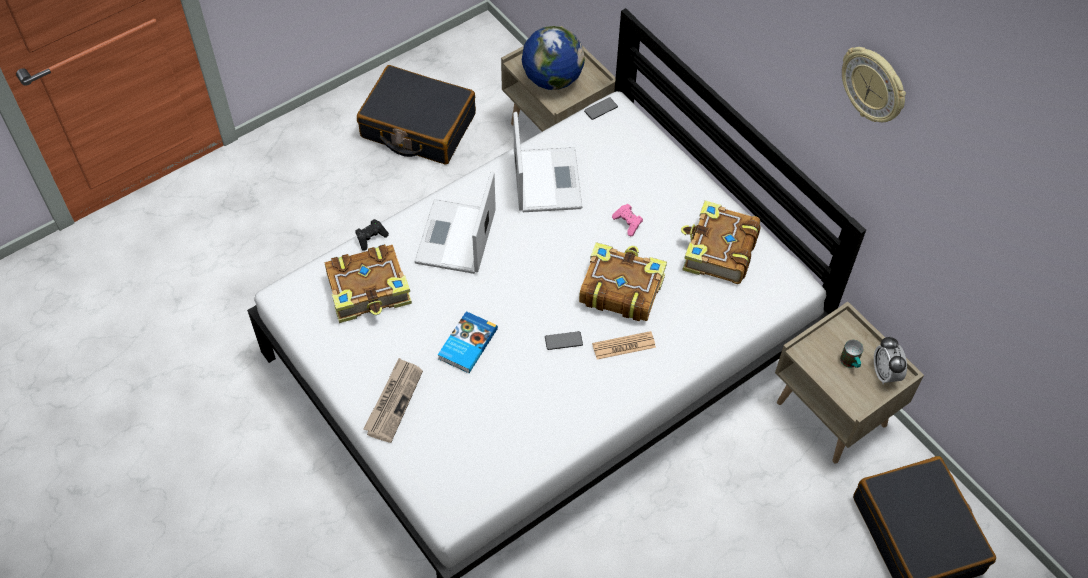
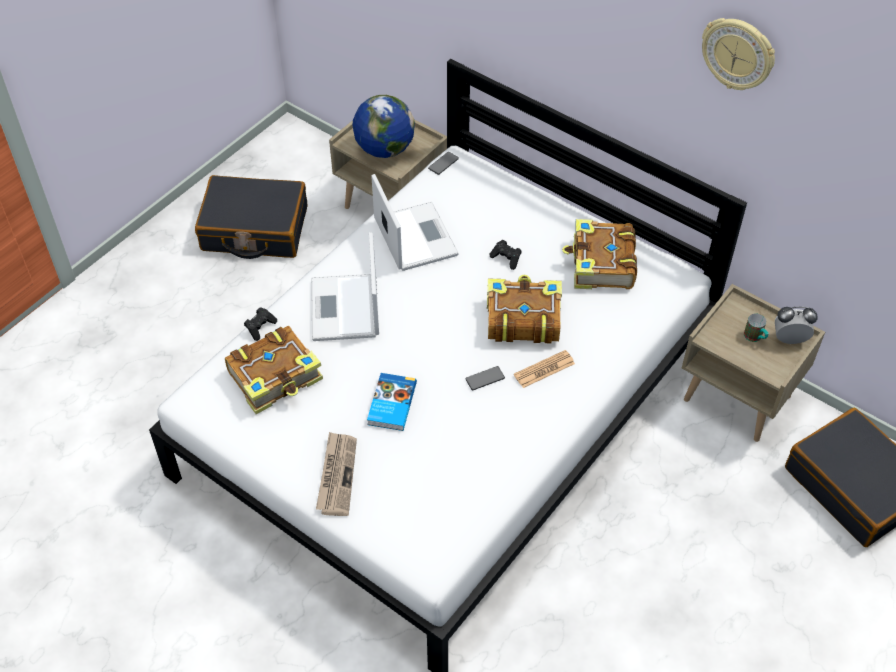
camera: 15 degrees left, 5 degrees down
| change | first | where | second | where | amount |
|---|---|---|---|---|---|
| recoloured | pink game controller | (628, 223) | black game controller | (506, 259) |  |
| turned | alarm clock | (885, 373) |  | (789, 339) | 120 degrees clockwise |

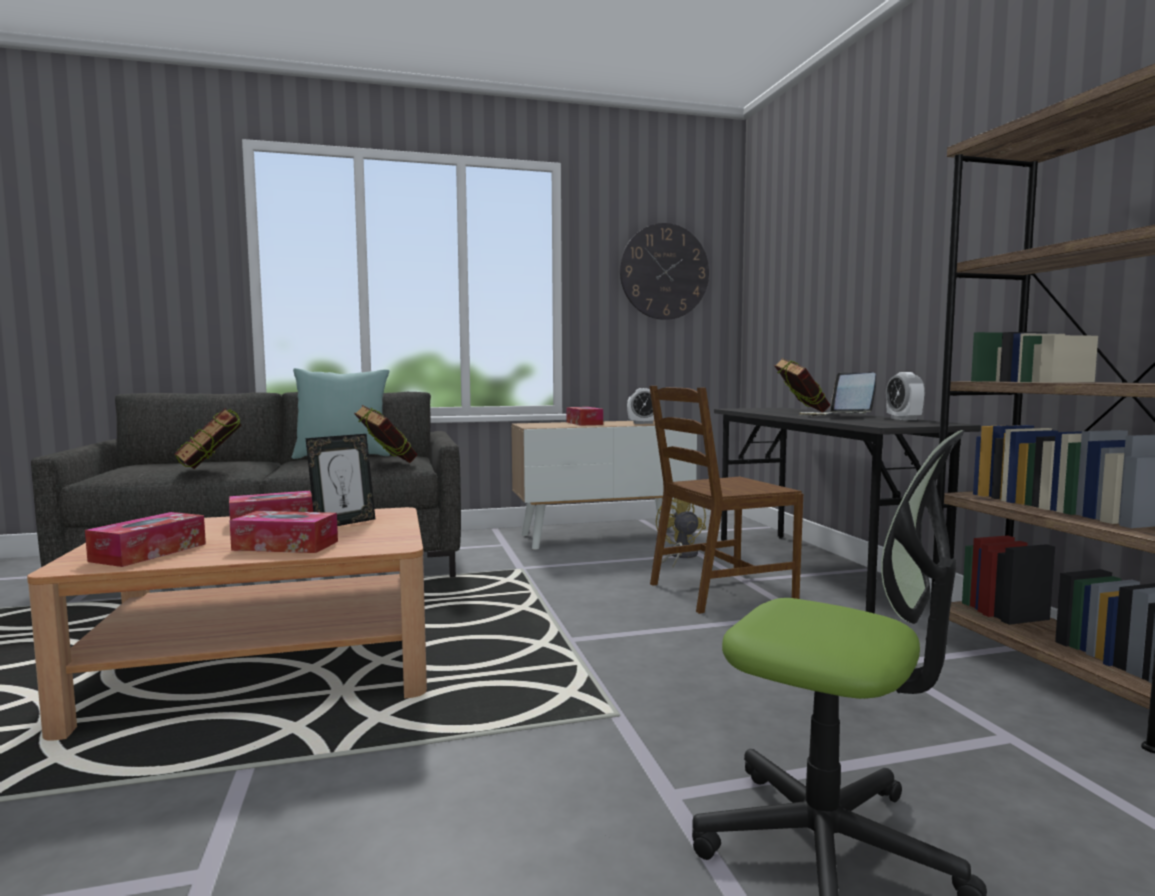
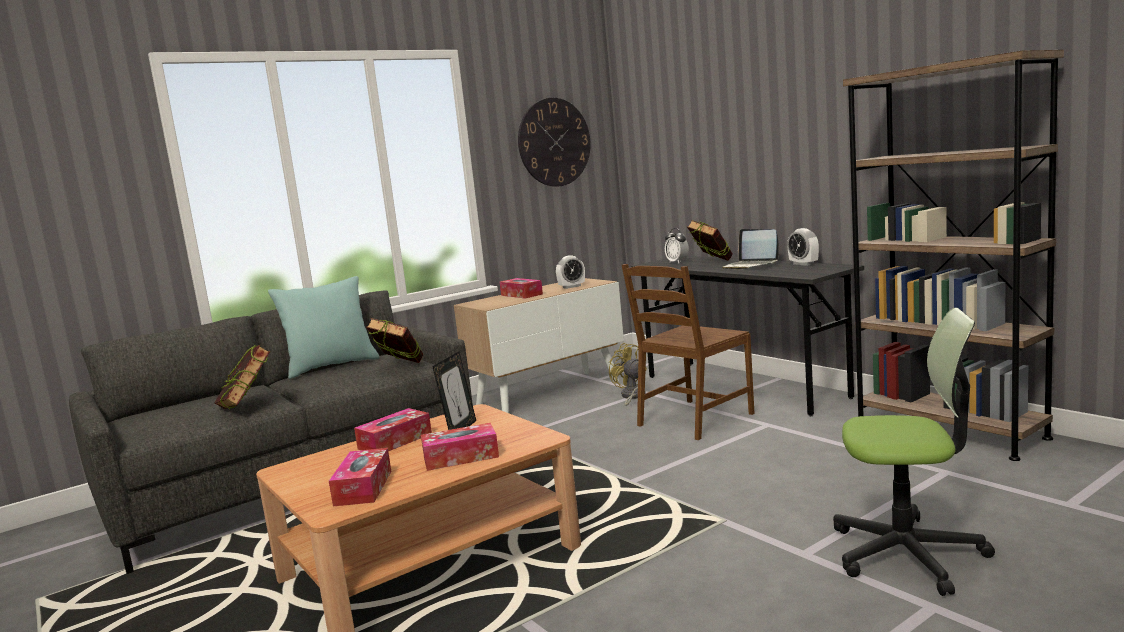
camera: 20 degrees left, 5 degrees up
| change | first | where | second | where | amount |
|---|---|---|---|---|---|
| added |  |  | alarm clock | (677, 262) |  |

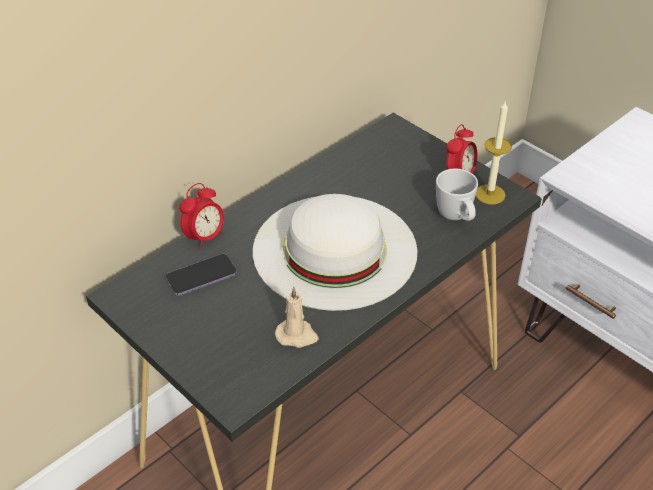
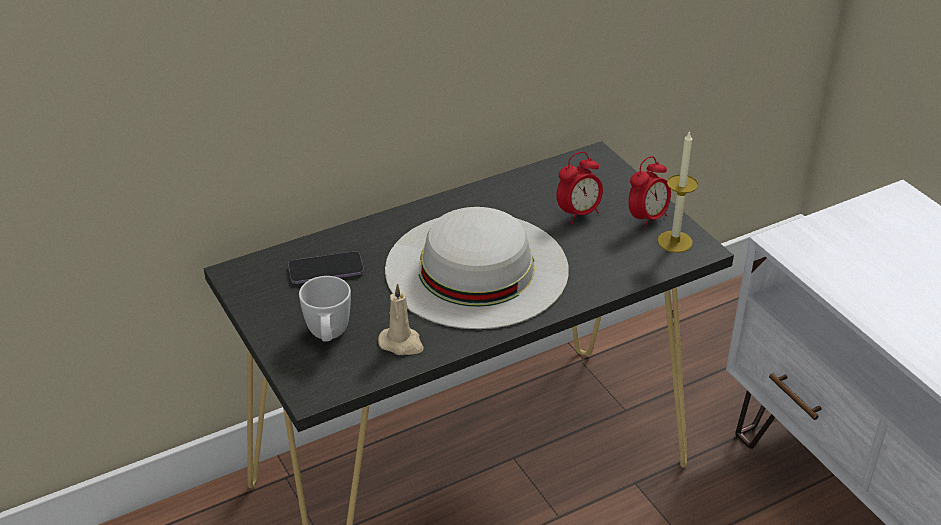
camera: 15 degrees right, 5 degrees down
| change | first | where | second | where | amount |
|---|---|---|---|---|---|
| moved | alarm clock | (205, 237) |  | (578, 213) |  |
| moved | white mug | (456, 218) |  | (328, 337) |  |

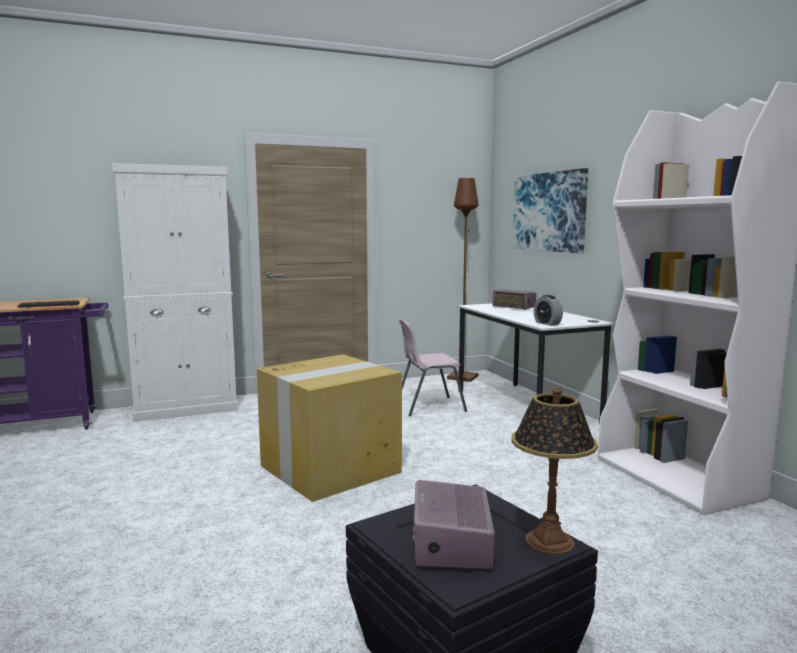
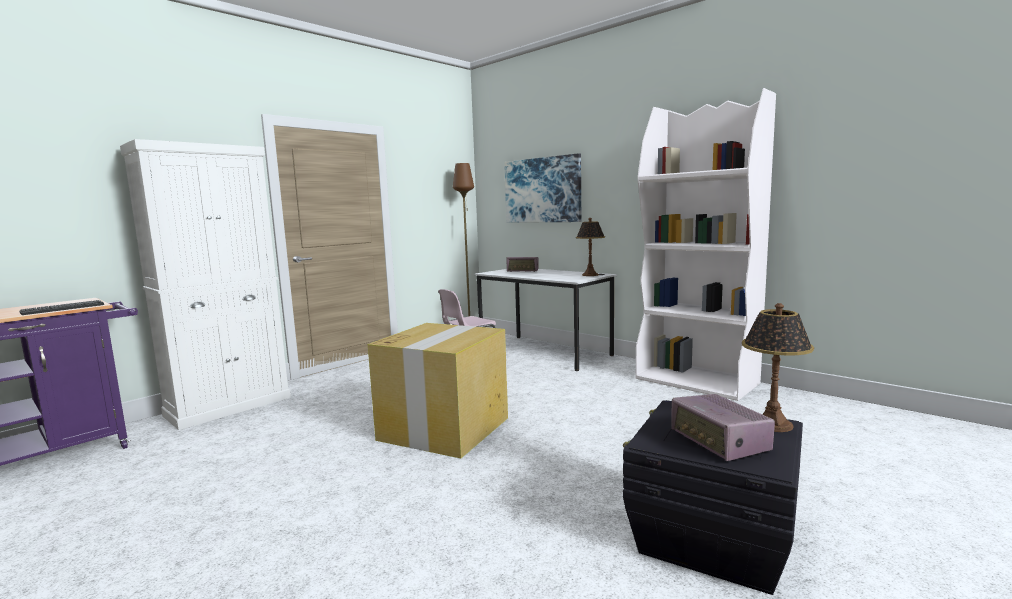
camera: 25 degrees left, 0 degrees up
| change | first | where | second | where | amount |
|---|---|---|---|---|---|
| removed | alarm clock | (547, 323) |  |  |  |
| added |  |  | table lamp | (590, 275) |  |

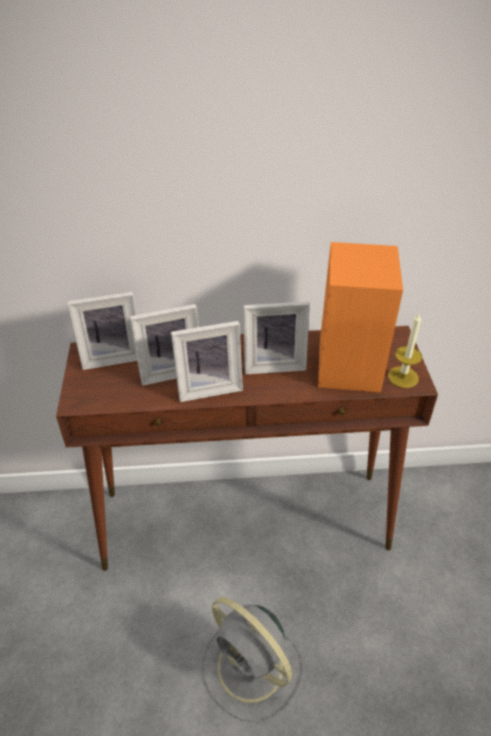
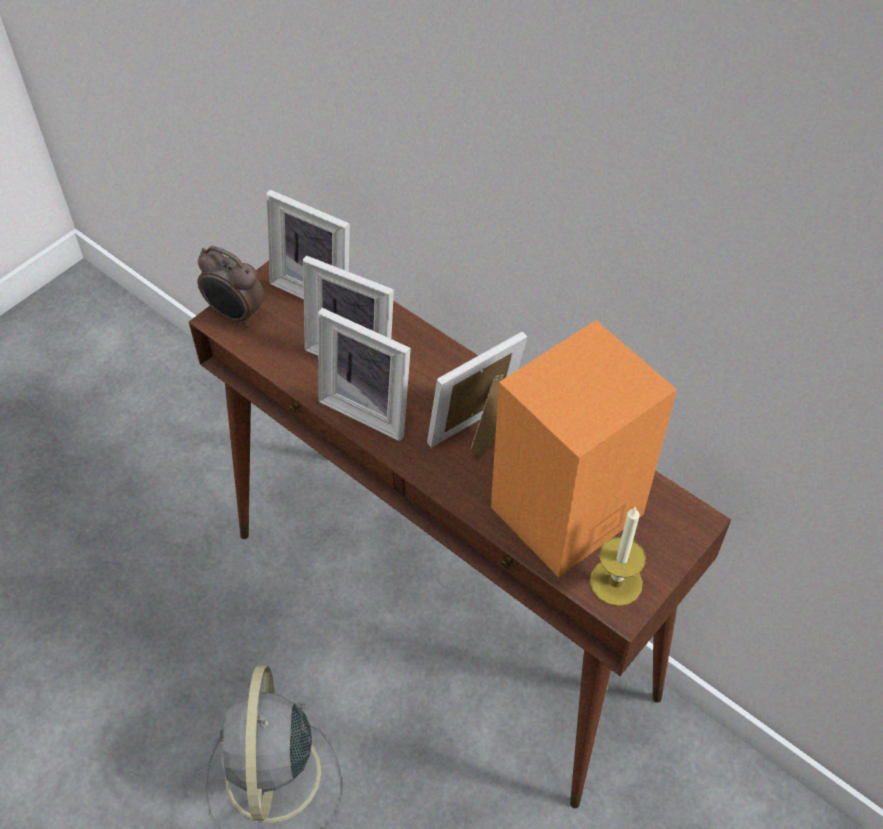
camera: 45 degrees right, 10 degrees up
| change | first | where | second | where | amount |
|---|---|---|---|---|---|
| turned | picture frame | (274, 363) |  | (479, 434) | 105 degrees clockwise |
| added |  |  | alarm clock | (235, 315) |  |

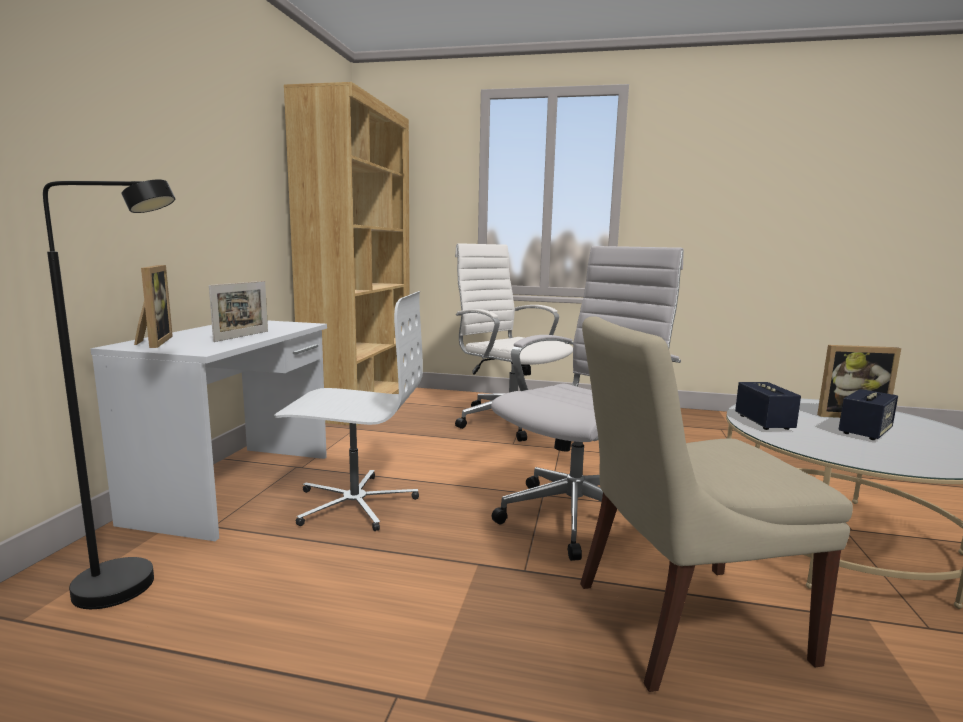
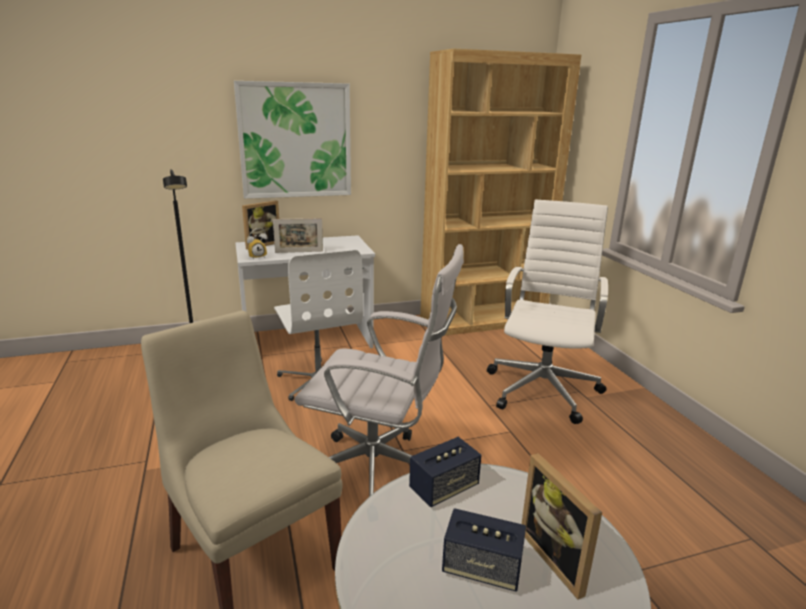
camera: 60 degrees right, 10 degrees up
| change | first | where | second | where | amount |
|---|---|---|---|---|---|
| added |  |  | picture | (295, 141) |  |
| added |  |  | alarm clock | (257, 257) |  |

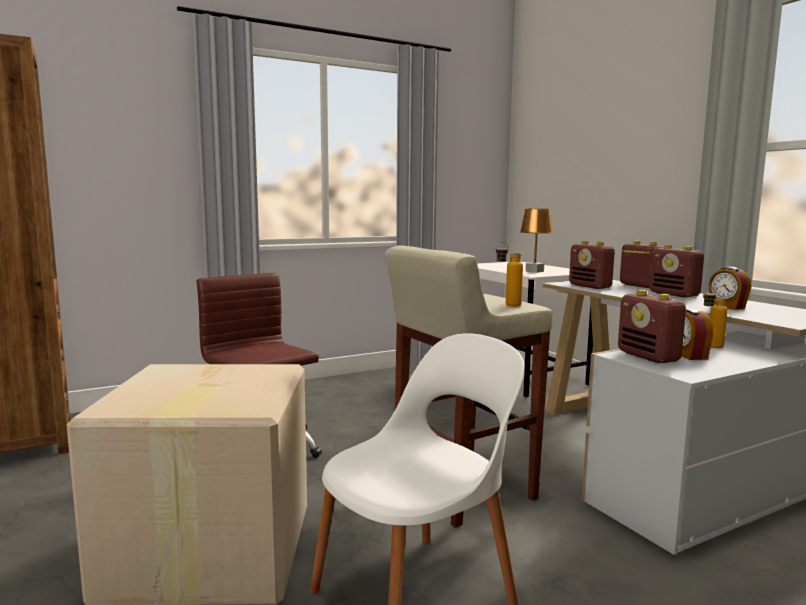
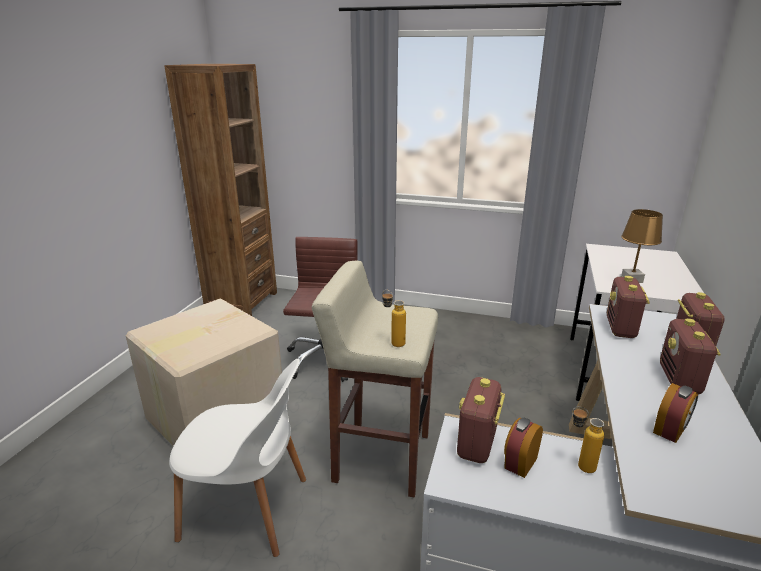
camera: 45 degrees right, 15 degrees up
| change | first | where | second | where | amount |
|---|---|---|---|---|---|
| turned | alarm clock | (727, 307) |  | (670, 430) | 150 degrees counterclockwise |

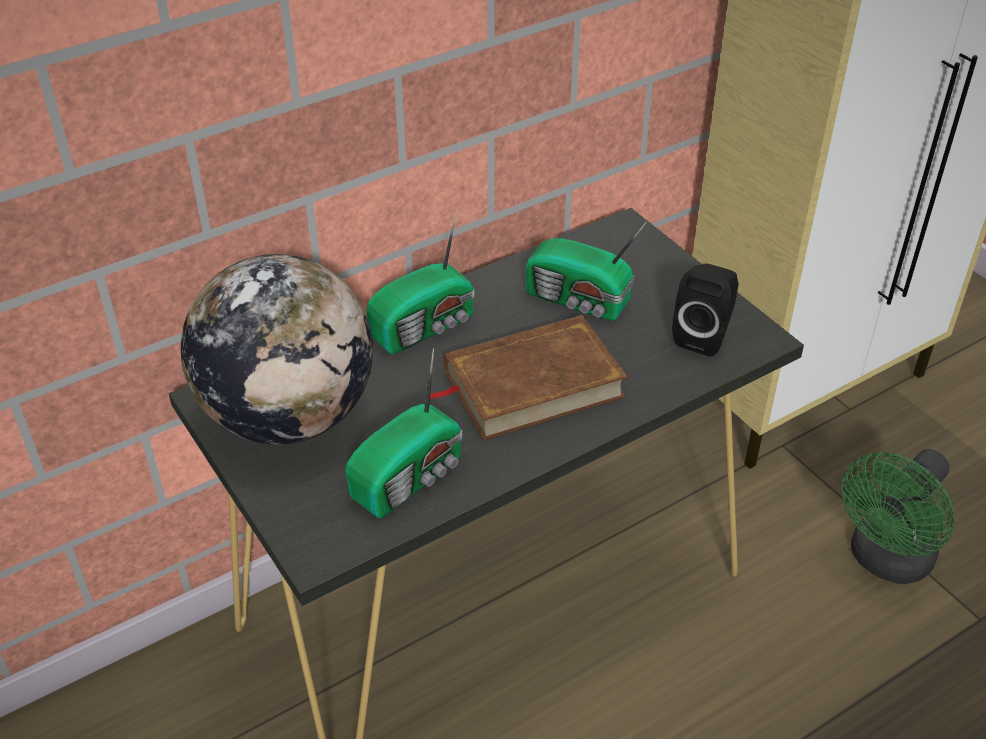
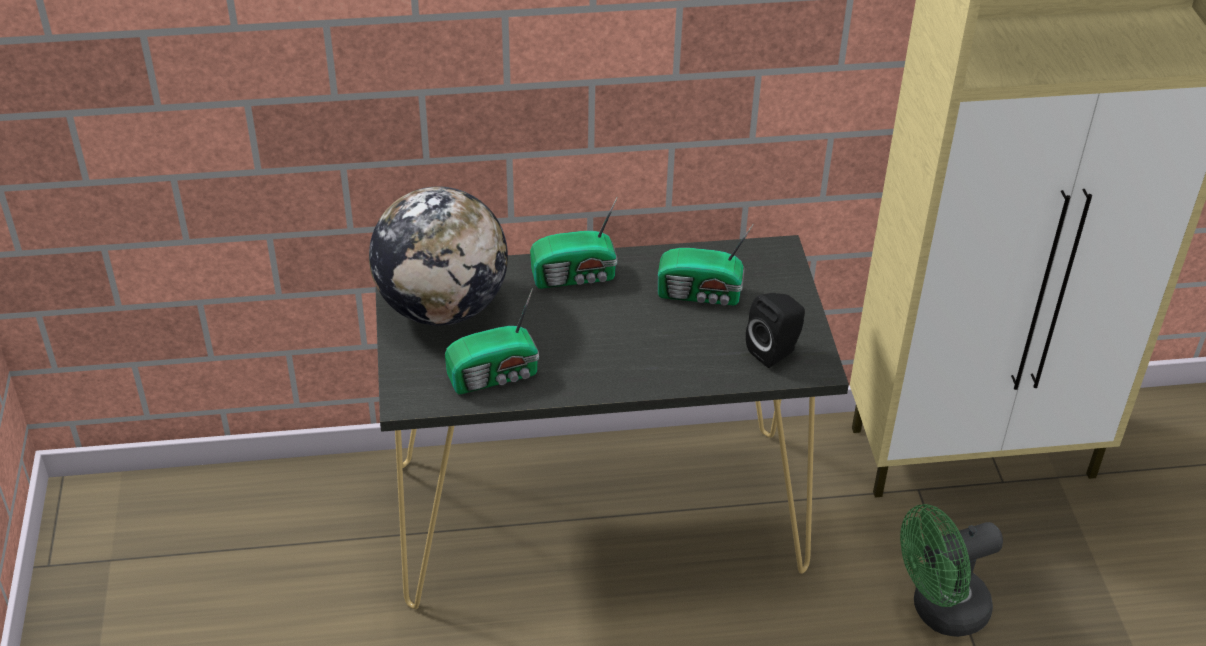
camera: 25 degrees right, 0 degrees up
| change | first | where | second | where | amount |
|---|---|---|---|---|---|
| removed | brown book | (532, 384) |  |  |  |
| turned | radio | (579, 300) |  | (701, 294) | 45 degrees counterclockwise |

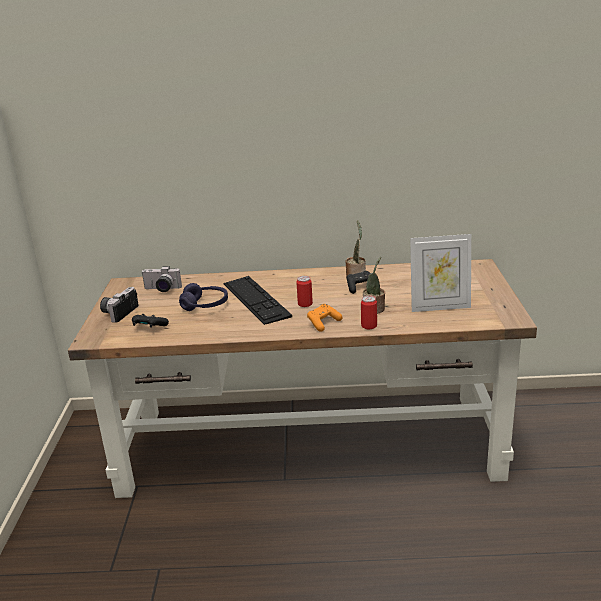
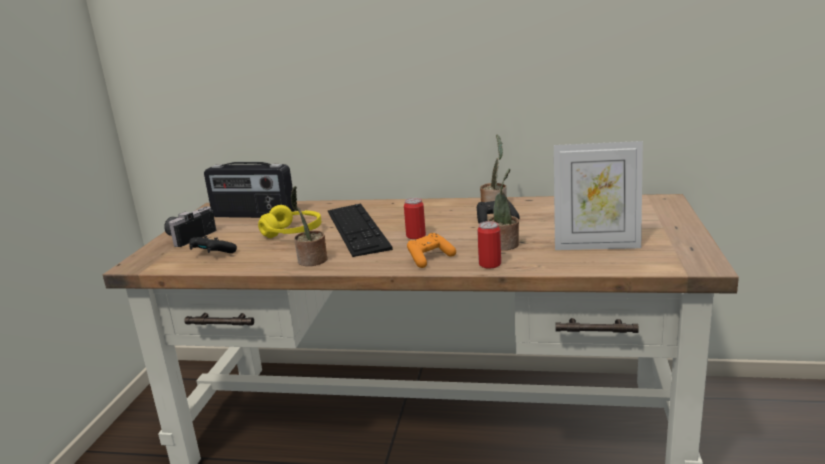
camera: 10 degrees right, 5 degrees down
| change | first | where | second | where | amount |
|---|---|---|---|---|---|
| replaced | photo camera | (161, 289) | radio | (253, 215) |  |
| recoloured | purple headphones | (205, 305) | yellow headphones | (293, 233) |  |
| added |  |  | potted plant | (311, 261) |  |

